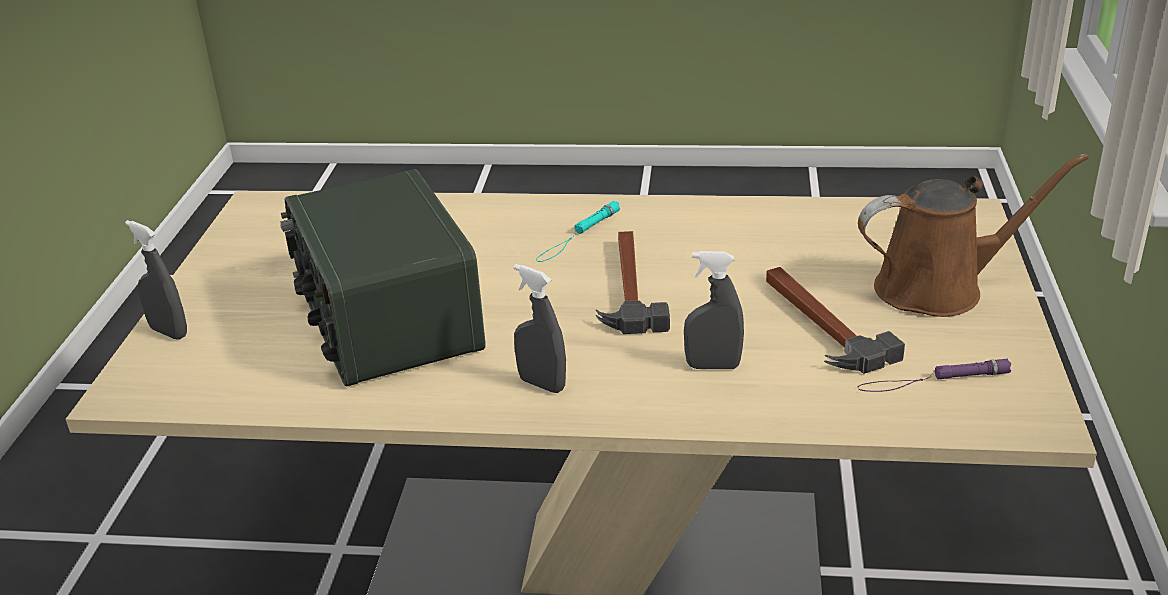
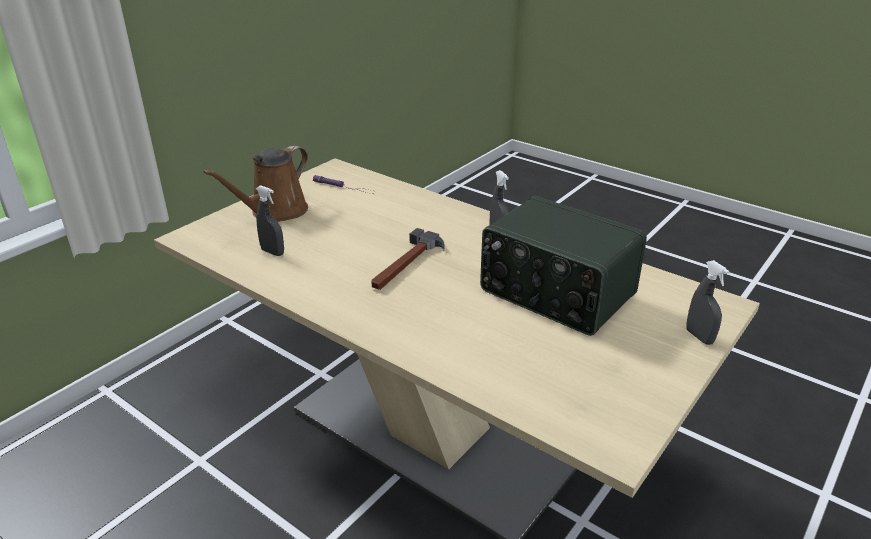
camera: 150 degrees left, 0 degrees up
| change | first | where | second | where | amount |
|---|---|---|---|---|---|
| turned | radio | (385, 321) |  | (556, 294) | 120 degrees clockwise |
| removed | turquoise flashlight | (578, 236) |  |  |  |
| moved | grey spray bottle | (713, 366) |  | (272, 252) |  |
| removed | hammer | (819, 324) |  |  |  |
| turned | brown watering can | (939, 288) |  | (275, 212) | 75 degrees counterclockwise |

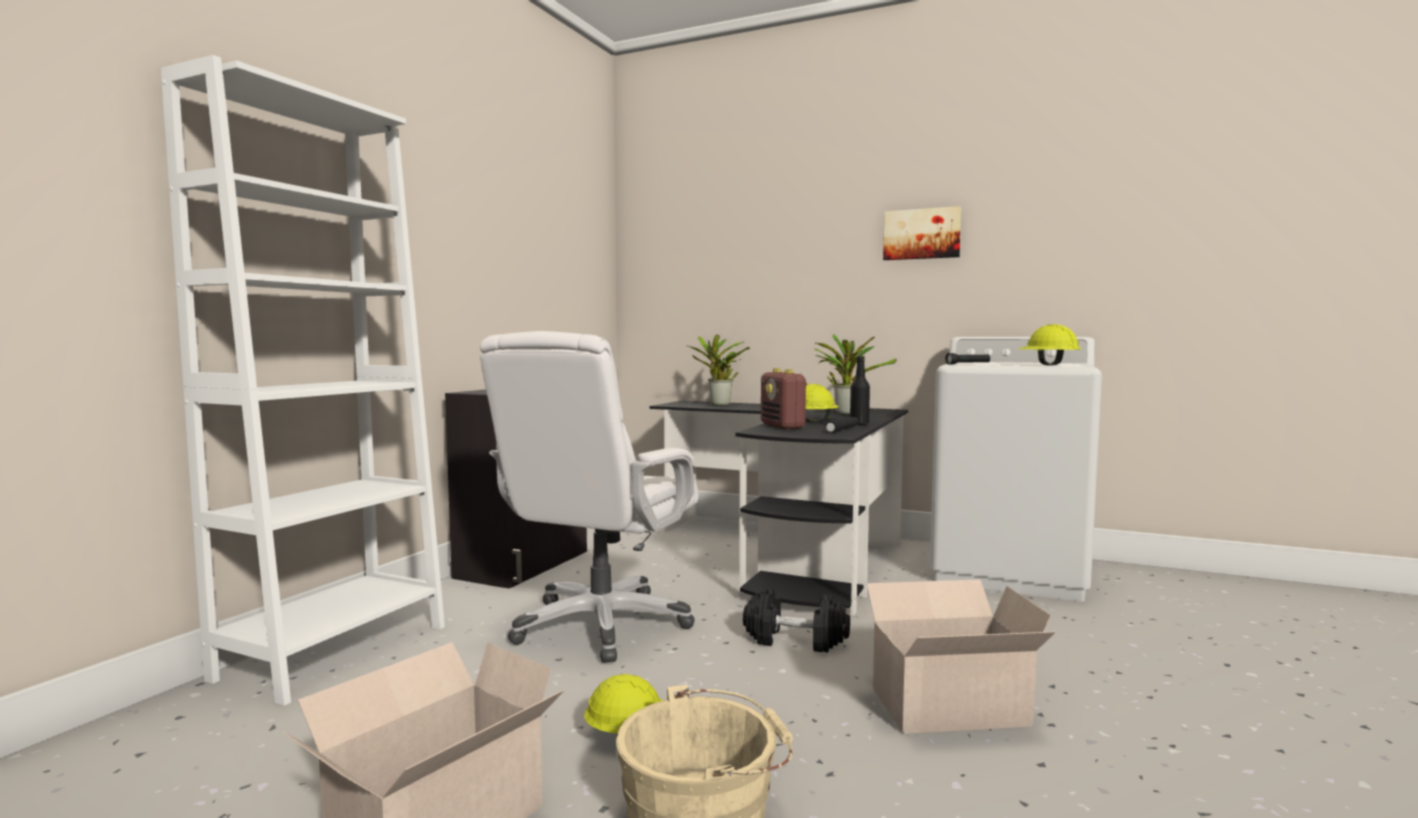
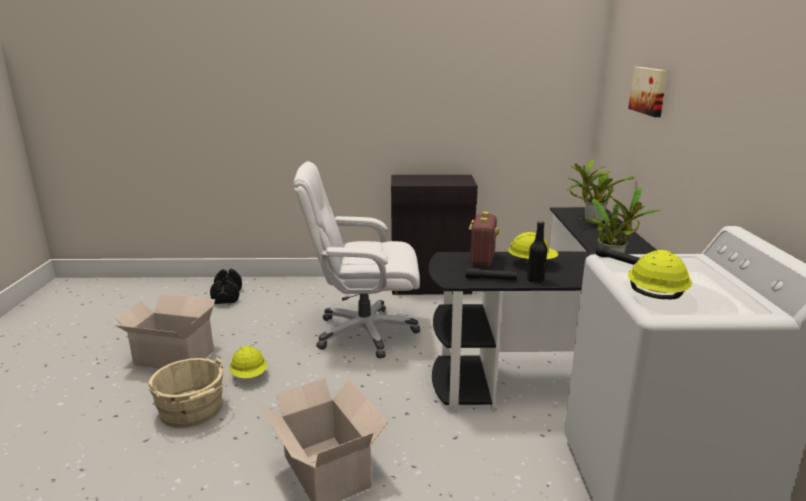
camera: 65 degrees right, 15 degrees up
| change | first | where | second | where | amount |
|---|---|---|---|---|---|
| removed | white bookcase | (334, 652) |  |  |  |
| moved | black dumbbell | (796, 640) |  | (227, 296) |  |
| turned | radio | (783, 427) |  | (482, 259) | 150 degrees clockwise |
| moved | picture | (921, 234) |  | (649, 90) |  |

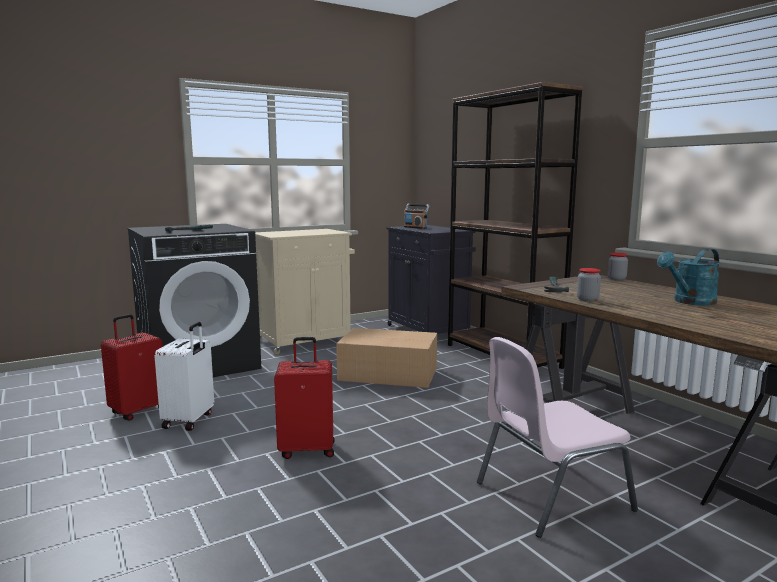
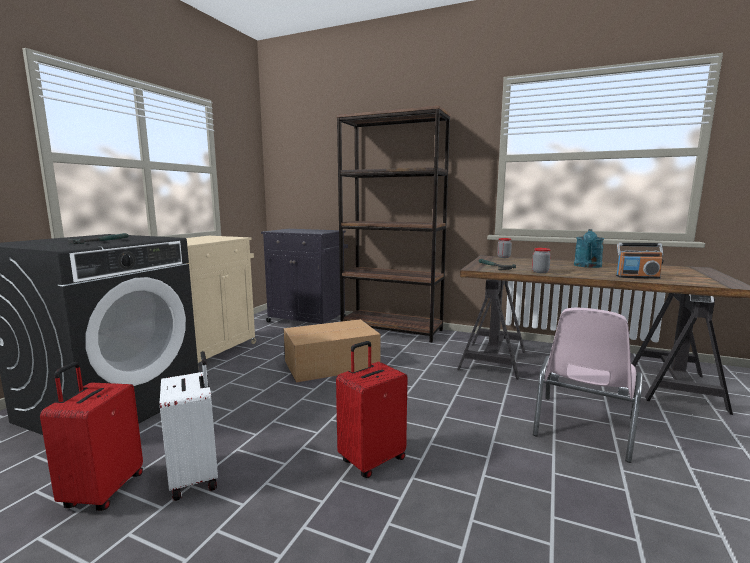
camera: 35 degrees left, 0 degrees up
| change | first | where | second | where | amount |
|---|---|---|---|---|---|
| moved | radio | (415, 227) |  | (637, 277) |  |

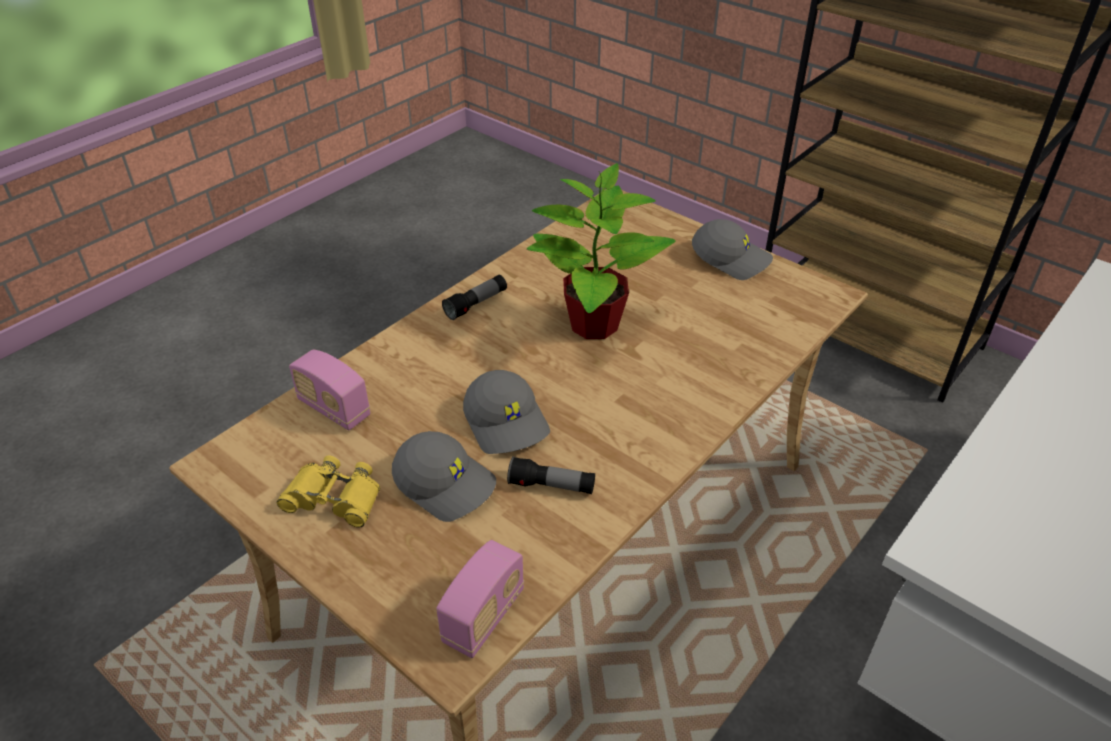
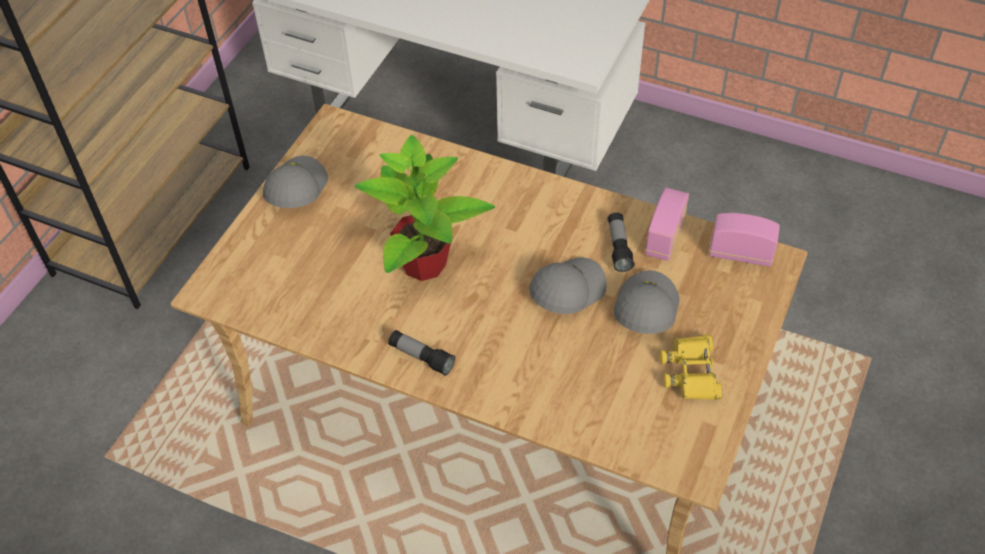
camera: 105 degrees left, 10 degrees up
| change | first | where | second | where | amount |
|---|---|---|---|---|---|
| moved | radio | (334, 409) |  | (665, 238) |  |

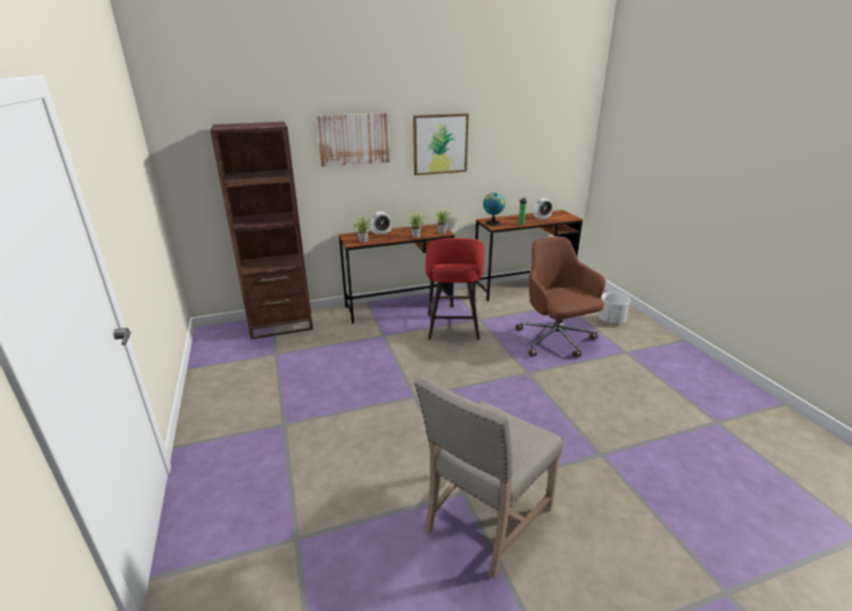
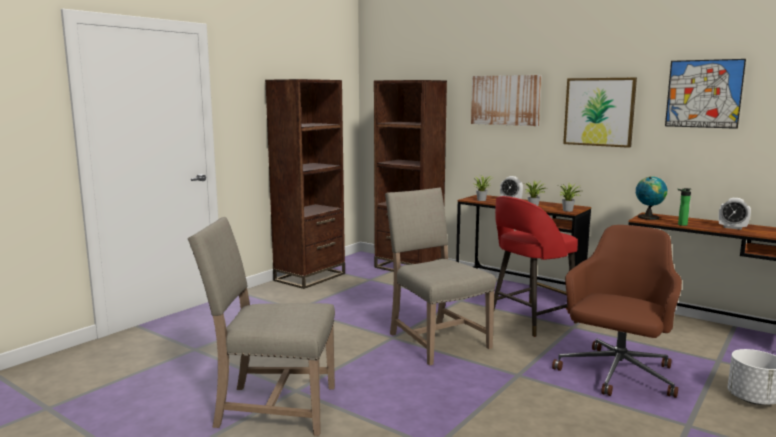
camera: 55 degrees right, 15 degrees down
| change | first | where | second | where | amount |
|---|---|---|---|---|---|
| added |  |  | brown bookcase | (310, 277) |  |
| added |  |  | beige chair | (435, 340) |  |
| added |  |  | picture | (703, 93) |  |

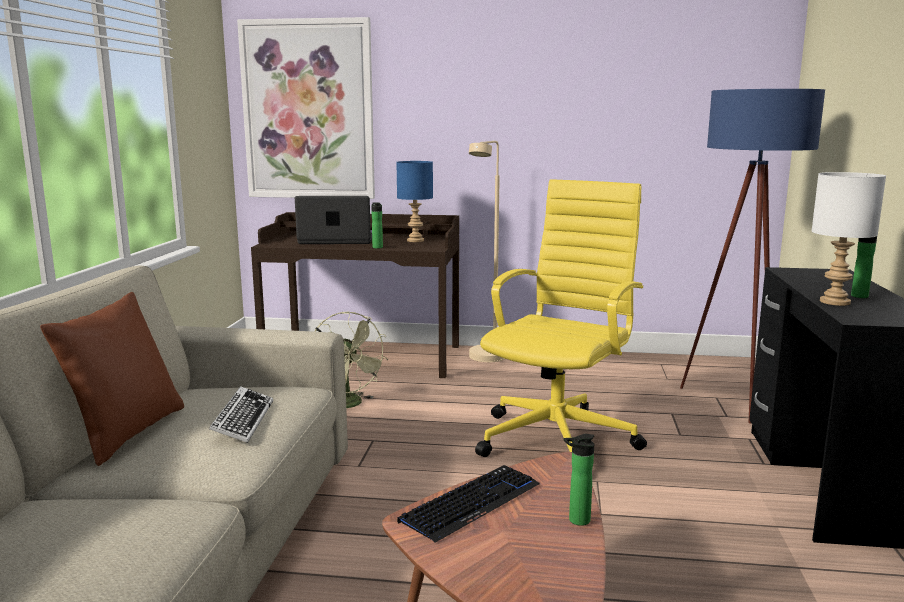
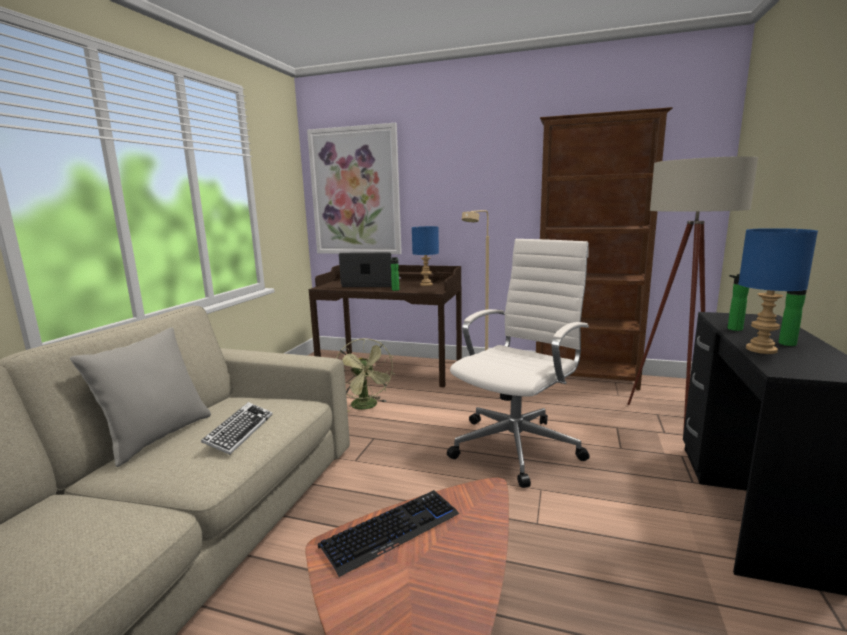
camera: 10 degrees right, 0 degrees up
| change | first | where | second | where | amount |
|---|---|---|---|---|---|
| recoloured | brown pillow | (126, 433) | grey pillow | (157, 437) |  |
| recoloured | yellow office chair | (559, 438) | white office chair | (518, 445) |  |
| moved | bottle | (576, 521) |  | (733, 329) |  |
| recoloured | blue floor lamp | (735, 405) | beige floor lamp | (673, 422) |  |
| recoloured | white table lamp | (836, 302) | blue table lamp | (762, 349) |  |
| added |  |  | brown bookcase | (586, 378) |  |

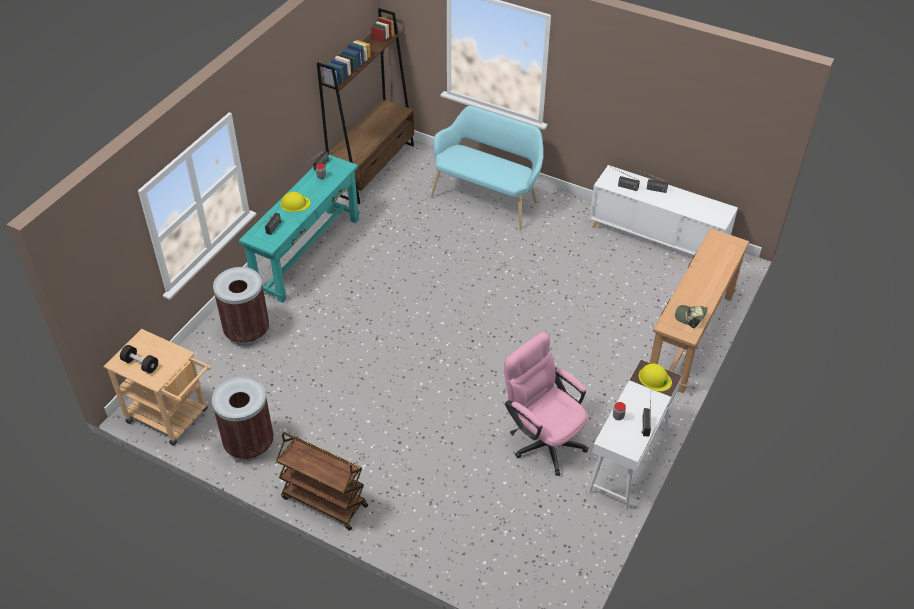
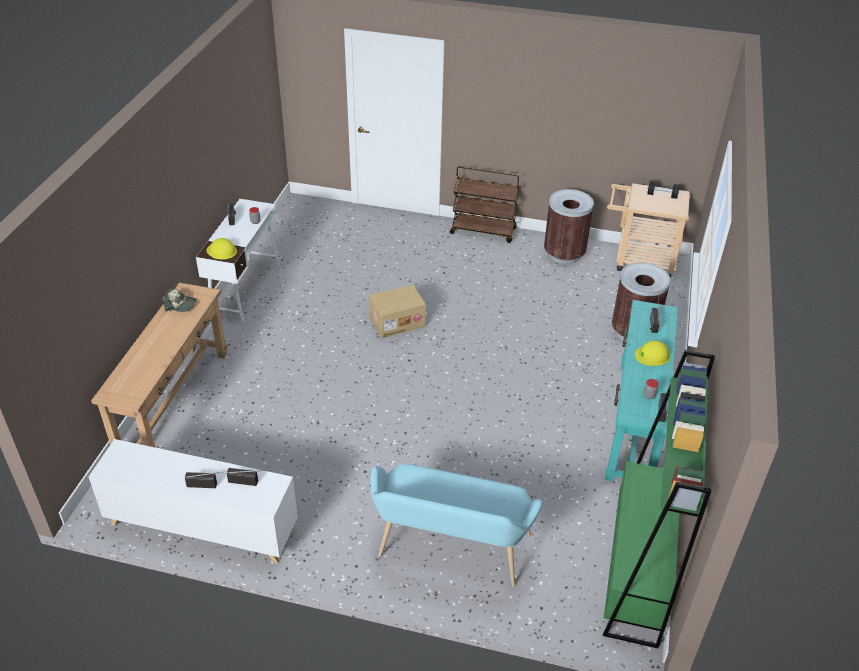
camera: 165 degrees right, 5 degrees down
| change | first | where | second | where | amount |
|---|---|---|---|---|---|
| recoloured | brown bookcase | (373, 168) | green bookcase | (636, 571) |  |
| removed | pink office chair | (543, 439) |  |  |  |
| added |  |  | cardboard box | (397, 322) |  |

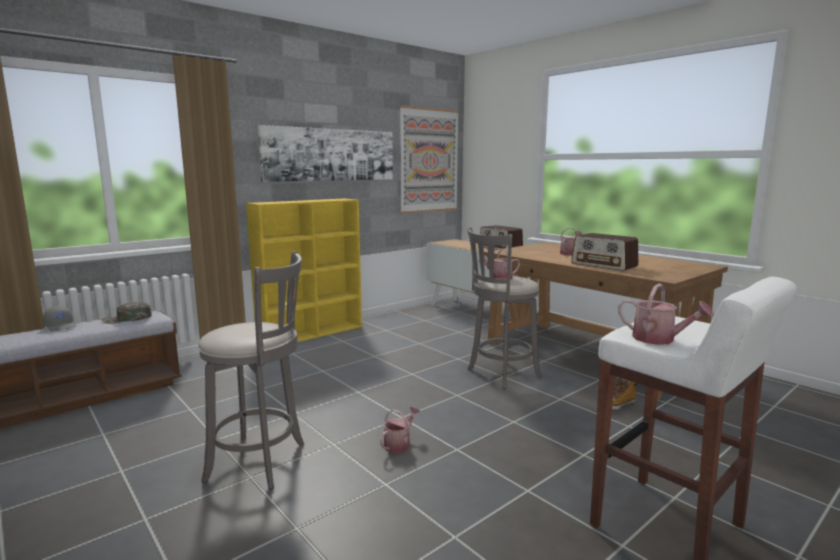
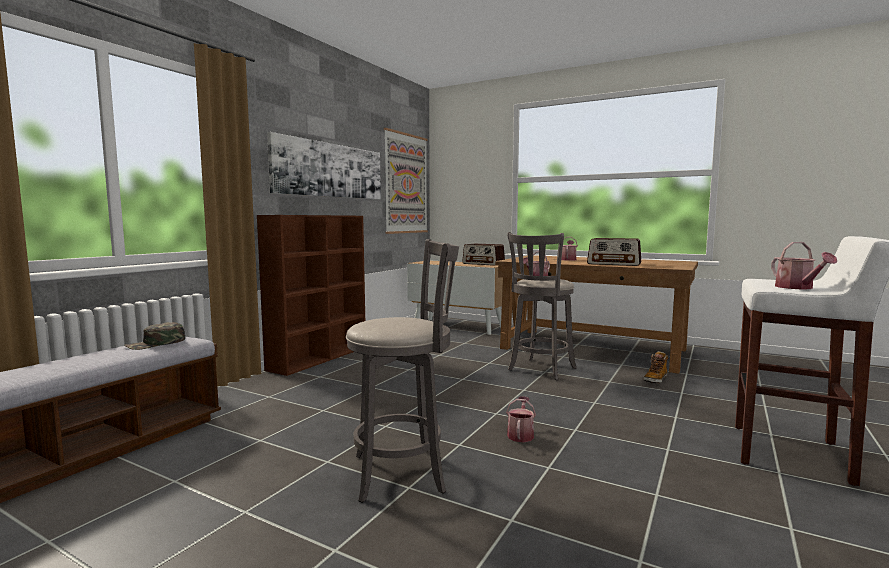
camera: 20 degrees left, 5 degrees down
| change | first | where | second | where | amount |
|---|---|---|---|---|---|
| removed | grey cap | (61, 326) |  |  |  |
| recoloured | yellow bookcase | (312, 333) | brown bookcase | (320, 358) |  |
| turned | watering can | (659, 339) |  | (797, 288) | 60 degrees clockwise |

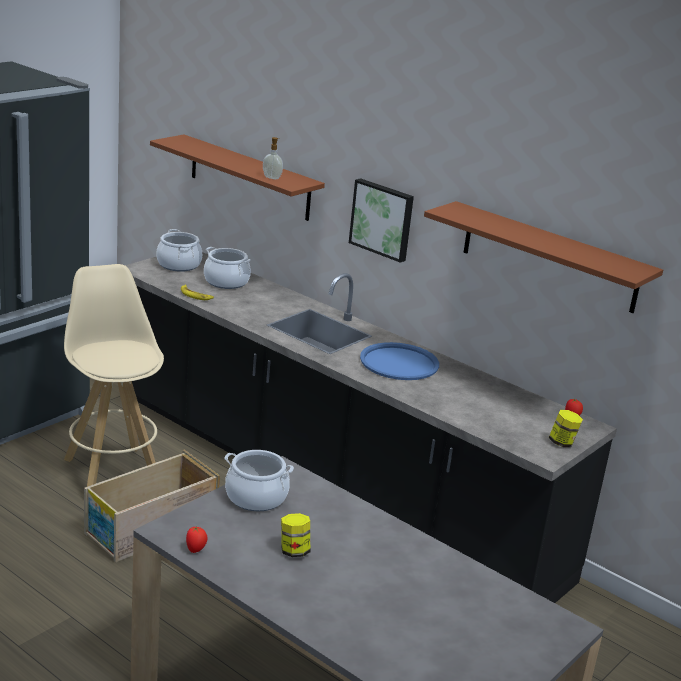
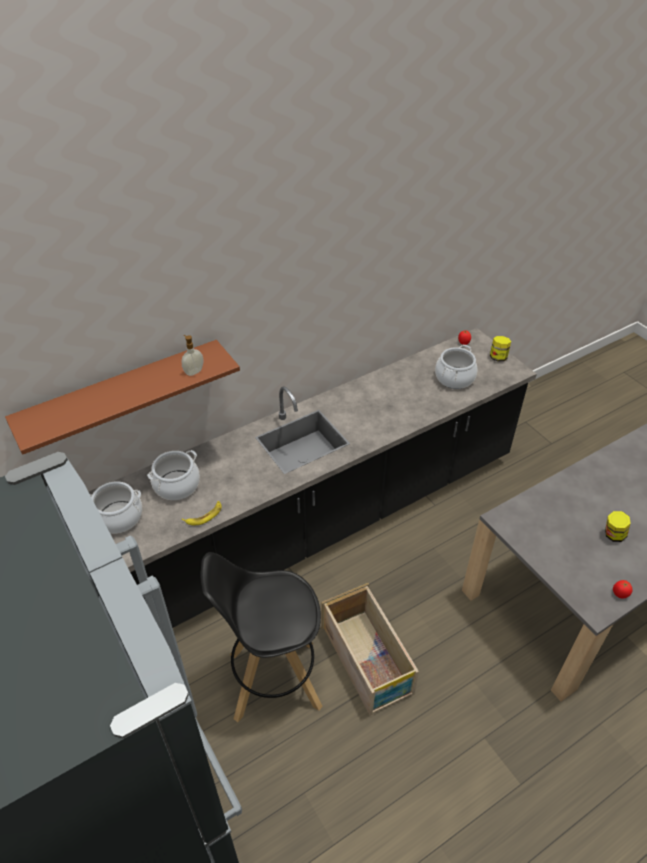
camera: 70 degrees left, 20 degrees up
| change | first | where | second | where | amount |
|---|---|---|---|---|---|
| recoloured | beige stool | (112, 473) | black stool | (273, 680) |  |
| moved | cooking pot | (256, 497) |  | (454, 378) |  |
| removed | picture | (382, 219) |  |  |  |
| removed | blue tray | (399, 363) |  |  |  |
| removed | brown shelf | (549, 257) |  |  |  |

